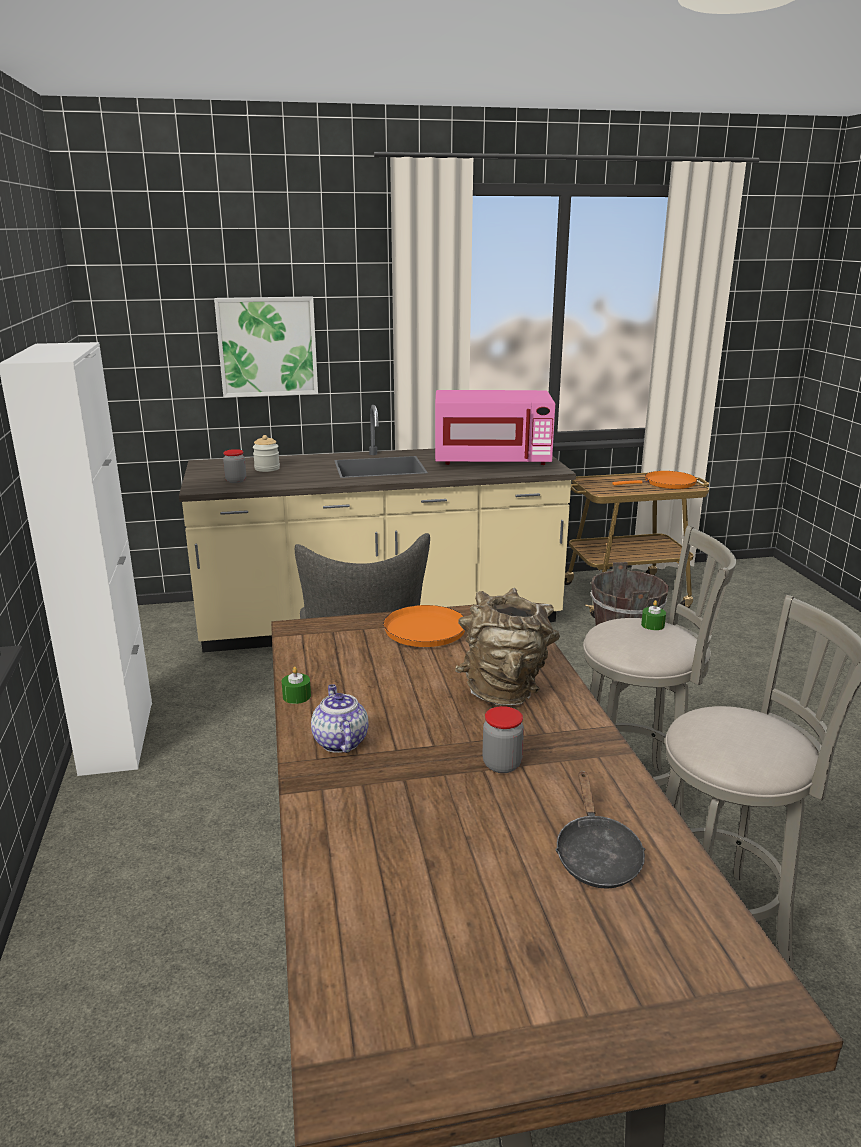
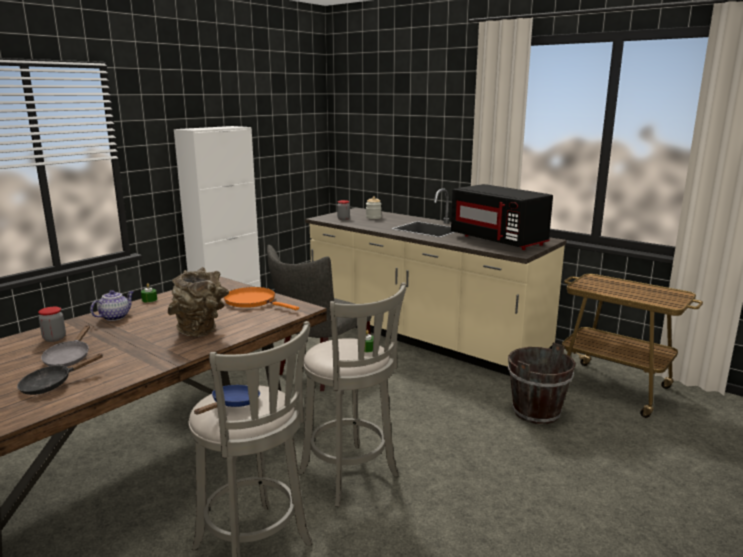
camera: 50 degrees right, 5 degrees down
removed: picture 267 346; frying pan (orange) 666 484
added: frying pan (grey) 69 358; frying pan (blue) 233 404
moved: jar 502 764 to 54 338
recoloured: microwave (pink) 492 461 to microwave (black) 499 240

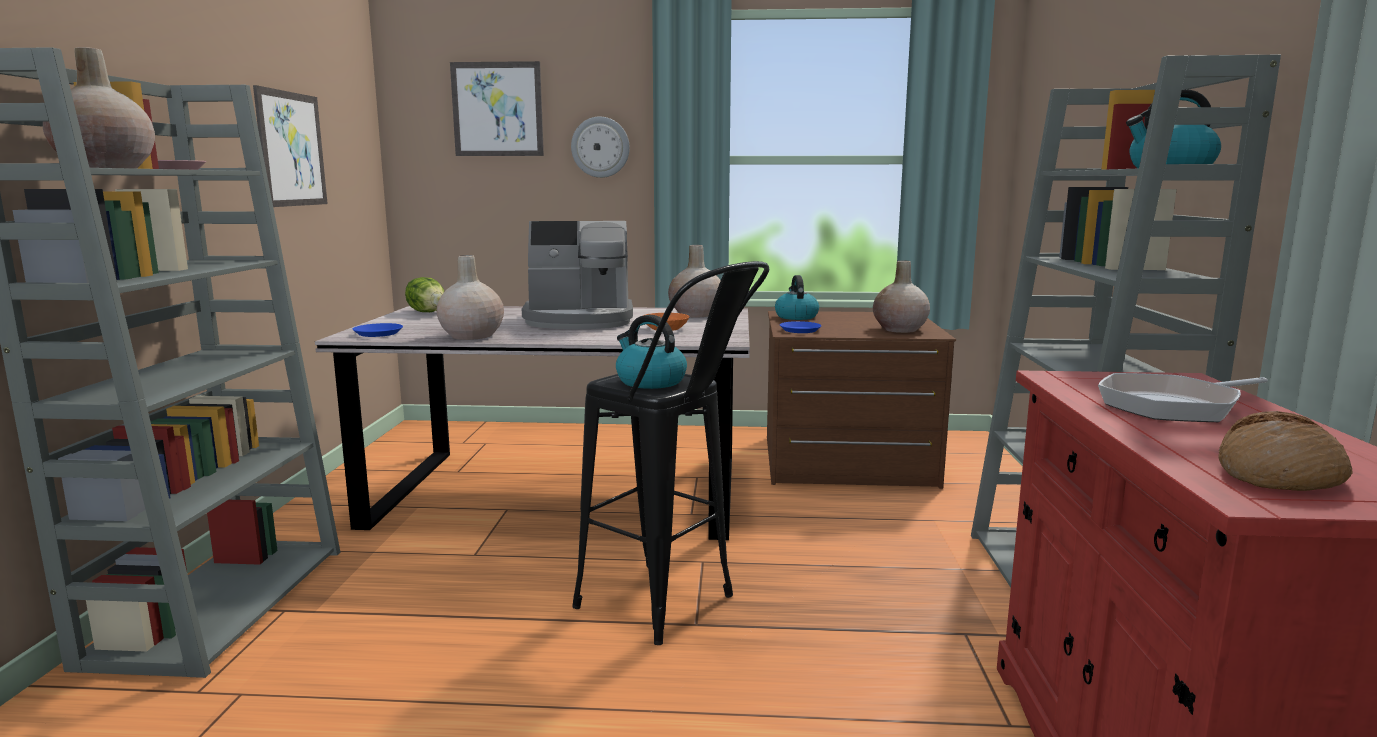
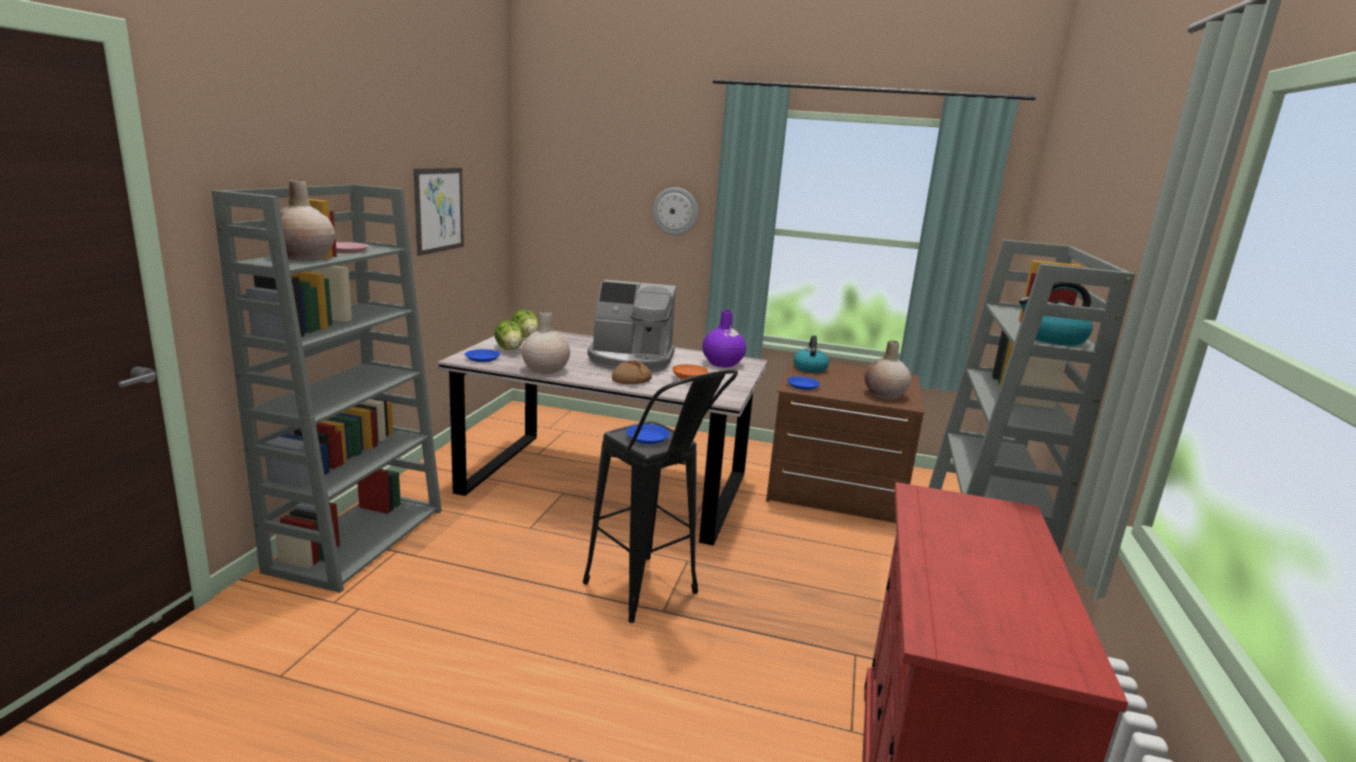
camera: 10 degrees right, 5 degrees up
removed: picture 497 109; frying pan 1174 406
added: lettuce 510 349
moved: bread 1279 475 to 631 380
replaced: kettle 649 381 to plate (blue) 647 437
recoloured: vase (beige) 696 314 to vase (purple) 722 363

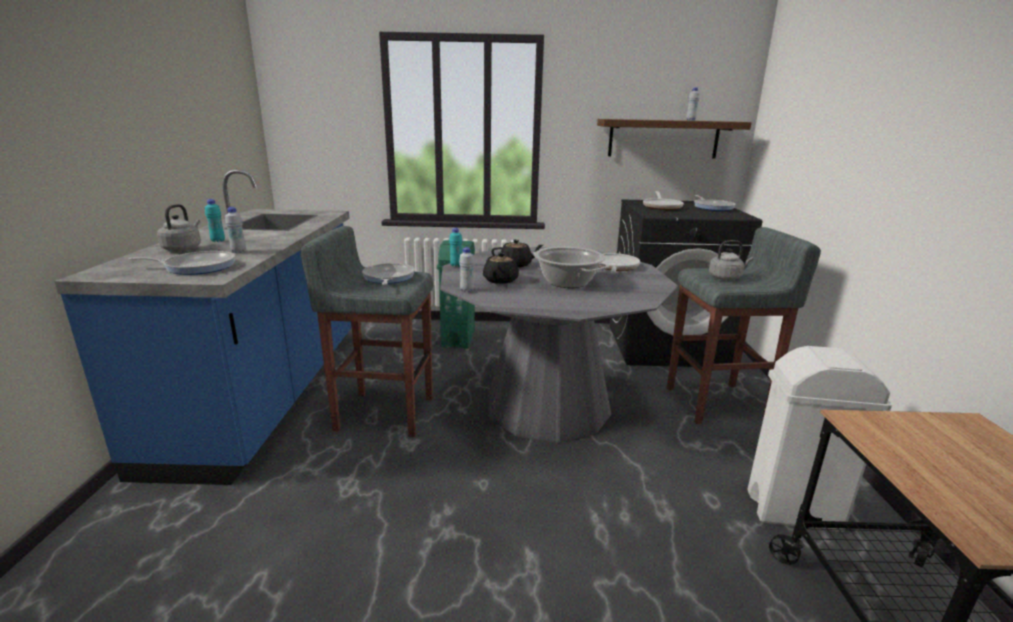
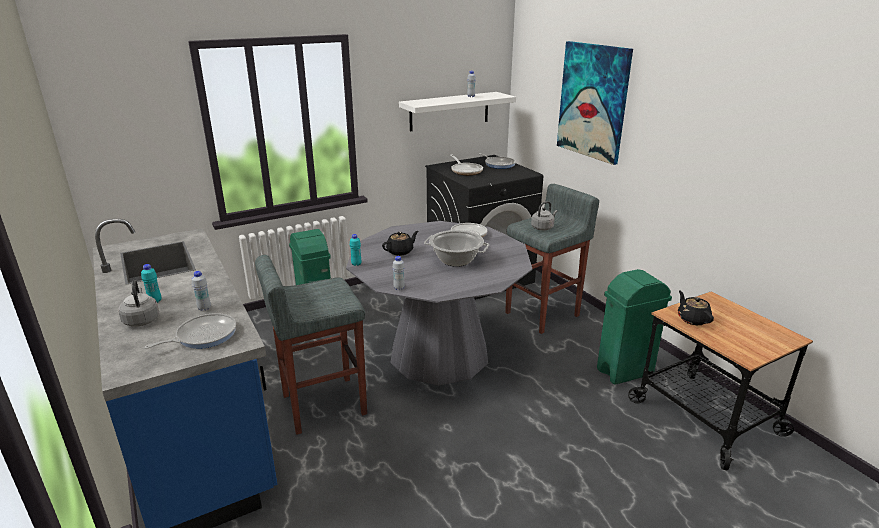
camera: 30 degrees left, 5 degrees up
removed: frying pan 388 278
added: picture 593 101
moved: teapot (black) 501 280 to 692 319
recoloured: shelf (brown) 663 139 to shelf (white) 449 111; trash can (white) 791 510 to trash can (green) 624 371

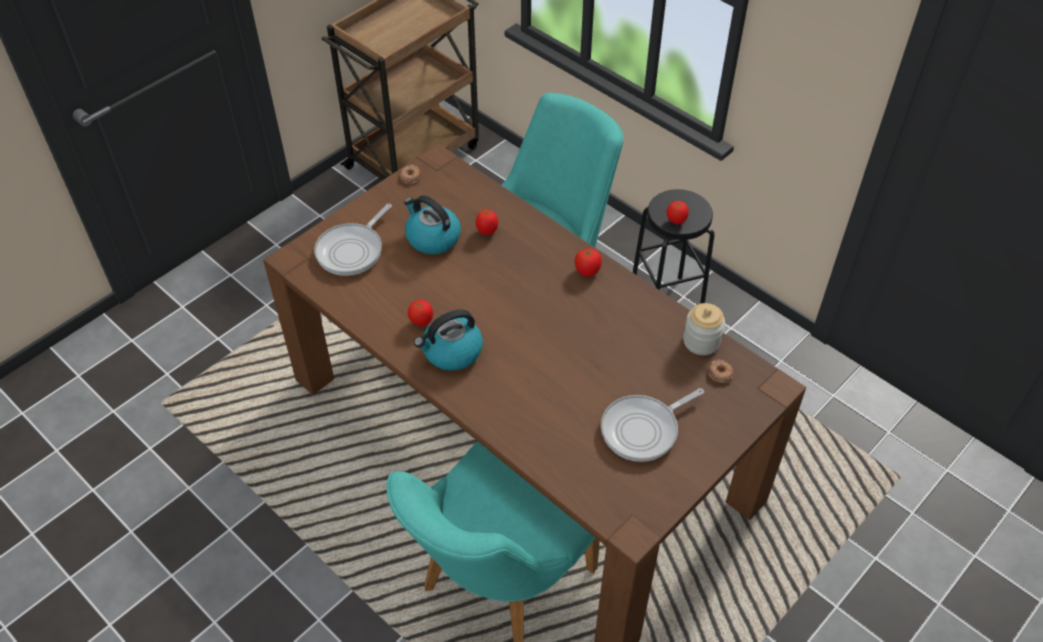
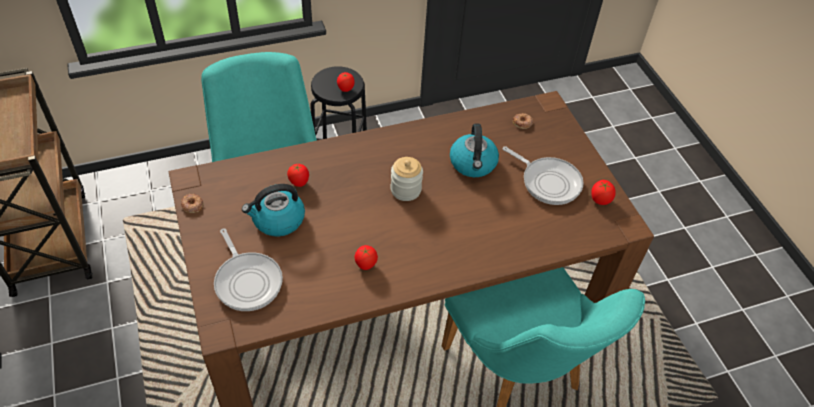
camera: 65 degrees left, 0 degrees up
moved: kettle 451 352 to 473 164; tomato 587 271 to 600 199; jar 701 341 to 405 190
turned: frying pan 643 429 = 548 182 45 degrees counterclockwise

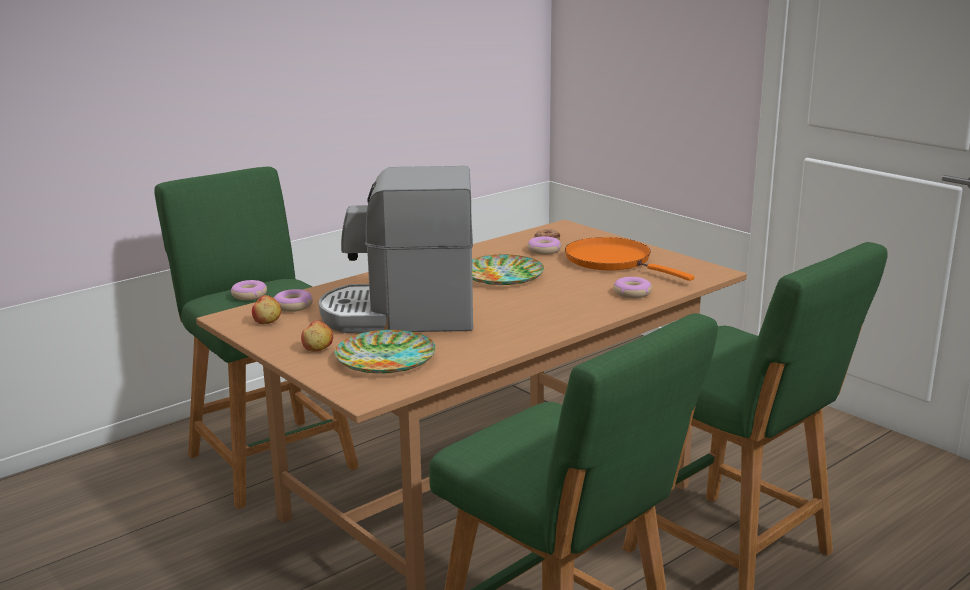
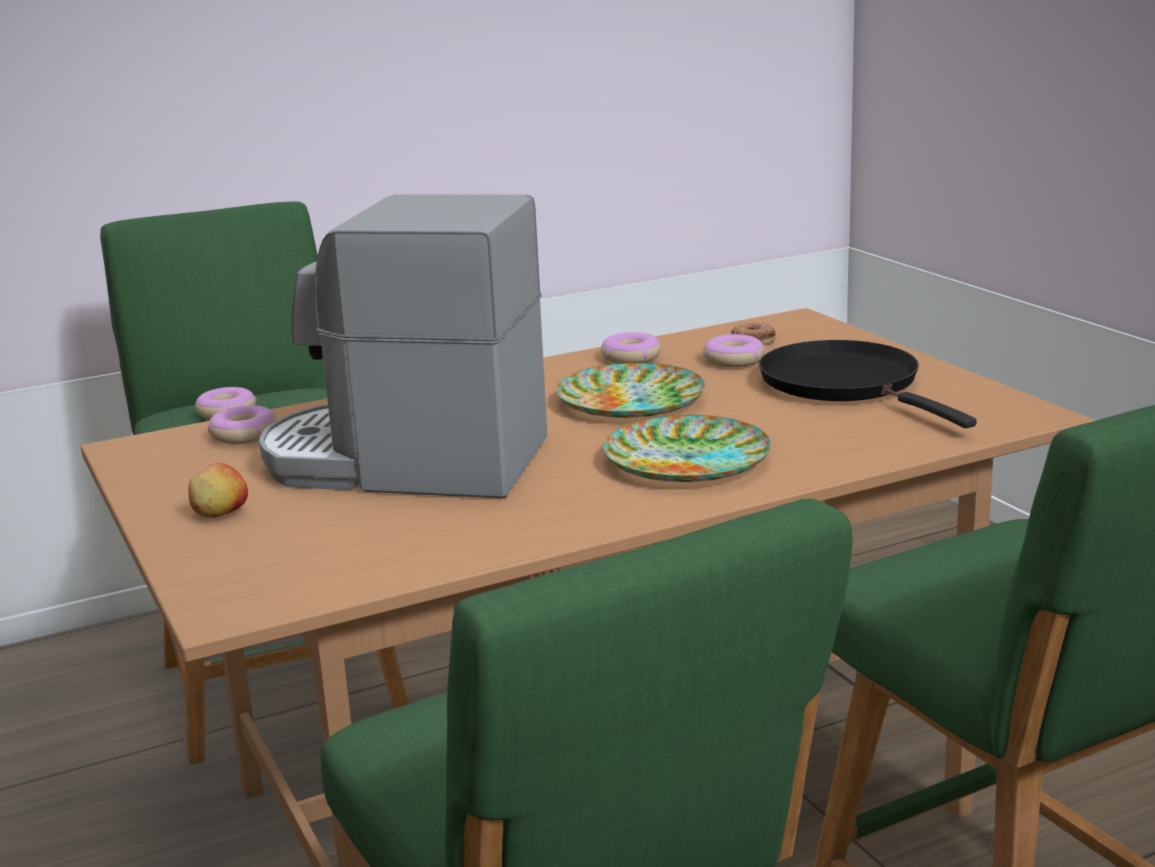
camera: 15 degrees right, 0 degrees up
removed: apple 267 322
moved: plate 385 358 to 687 460; donut 632 293 to 631 357
recoloured: frying pan (orange) 613 261 to frying pan (black) 846 384

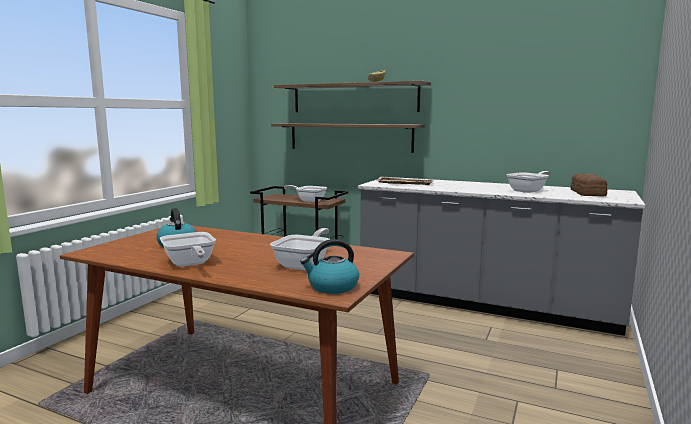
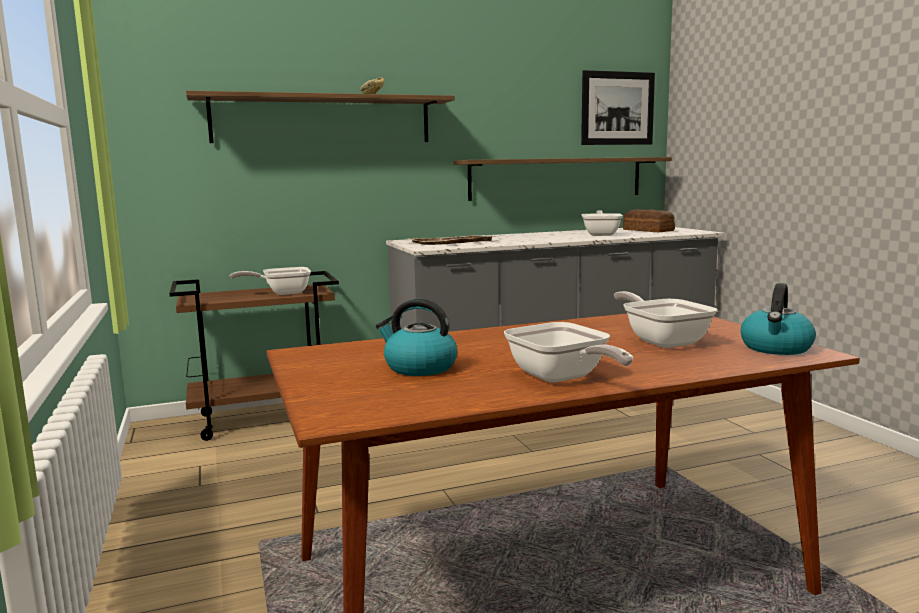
camera: 45 degrees left, 0 degrees up
added: picture 617 108
moved: shelf 350 137 to 556 178
turned: frying pan 189 264 = 561 378 45 degrees clockwise

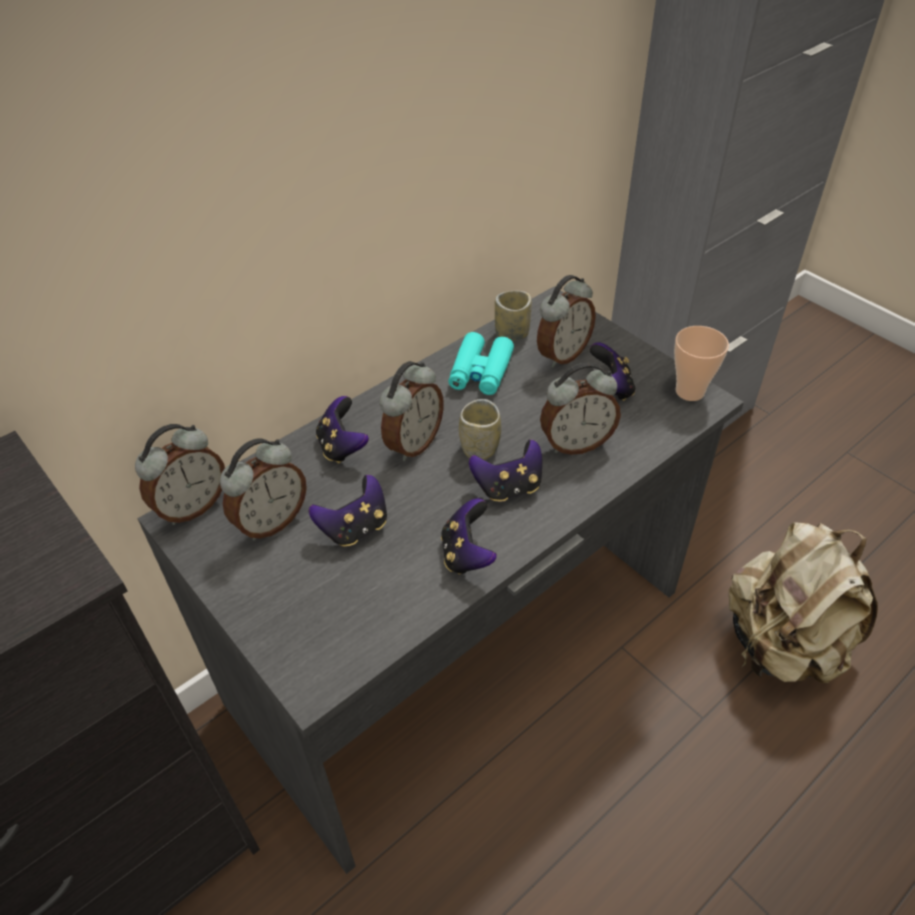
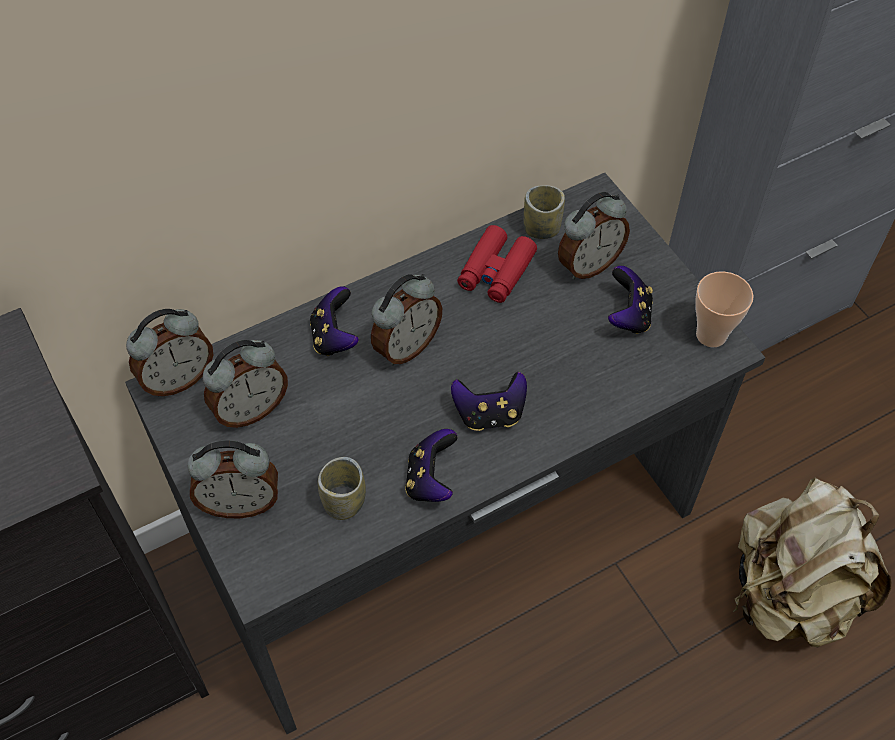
camera: 10 degrees right, 10 degrees up
removed: game controller 355 528
moved: cup 480 448 to 344 502; alarm clock 576 443 to 241 502
recoloured: binoculars (turquoise) 480 372 to binoculars (red) 496 271

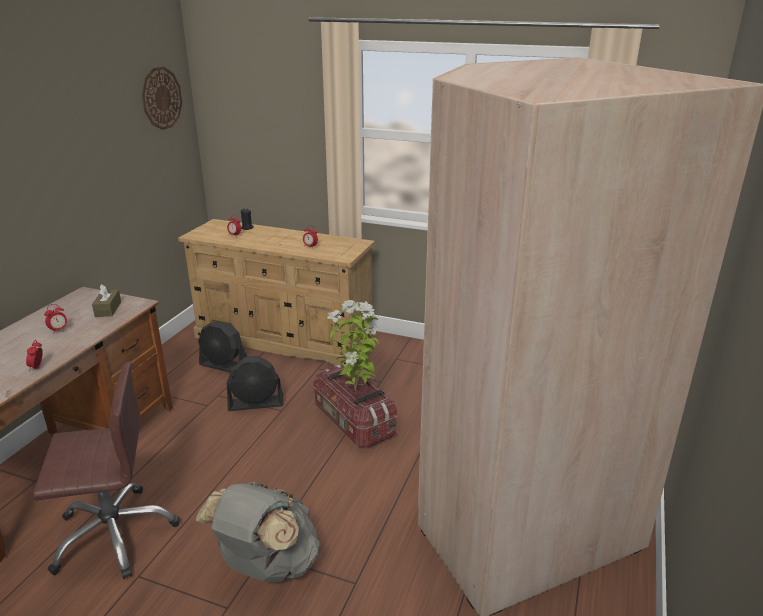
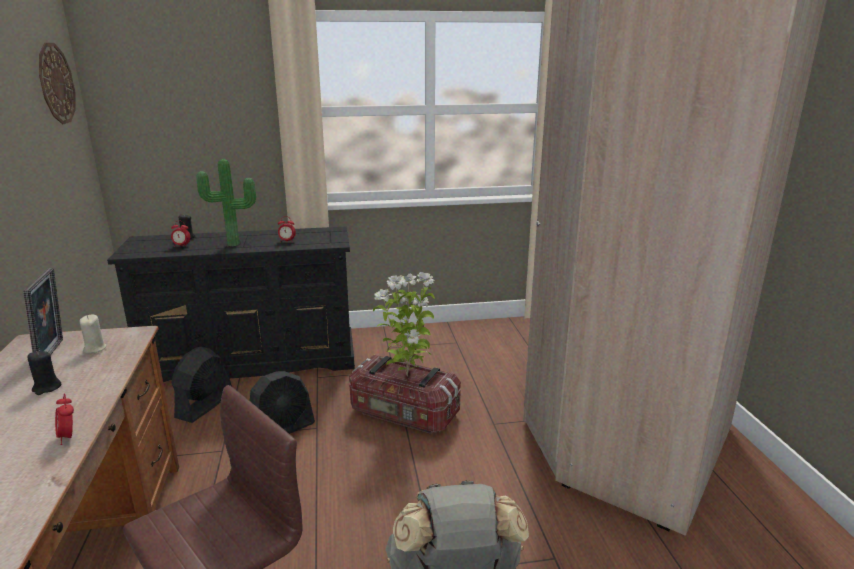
camera: 30 degrees left, 5 degrees down
added: picture frame 54 353; potted plant 234 245
replaced: alarm clock 59 330 to candle (black) 46 388; tissue box (brown) 108 309 to candle (beige) 94 348
recoloured: dresser (beige) 285 339 to dresser (black) 253 360
turned: fan (black) 224 366 = 204 405 120 degrees clockwise

